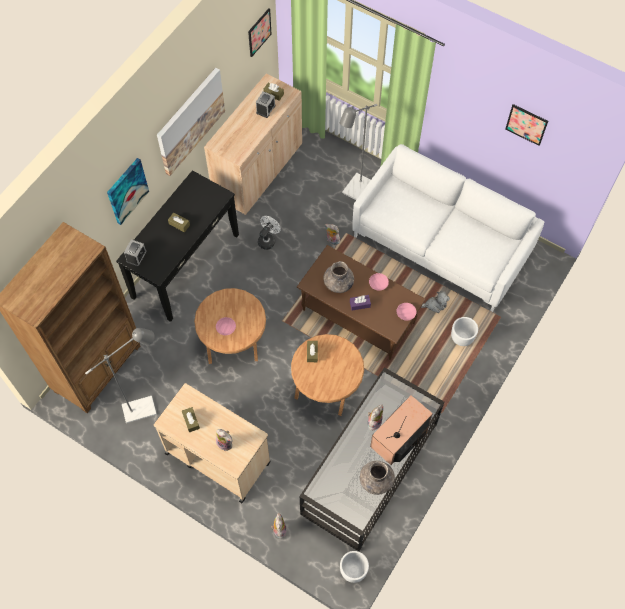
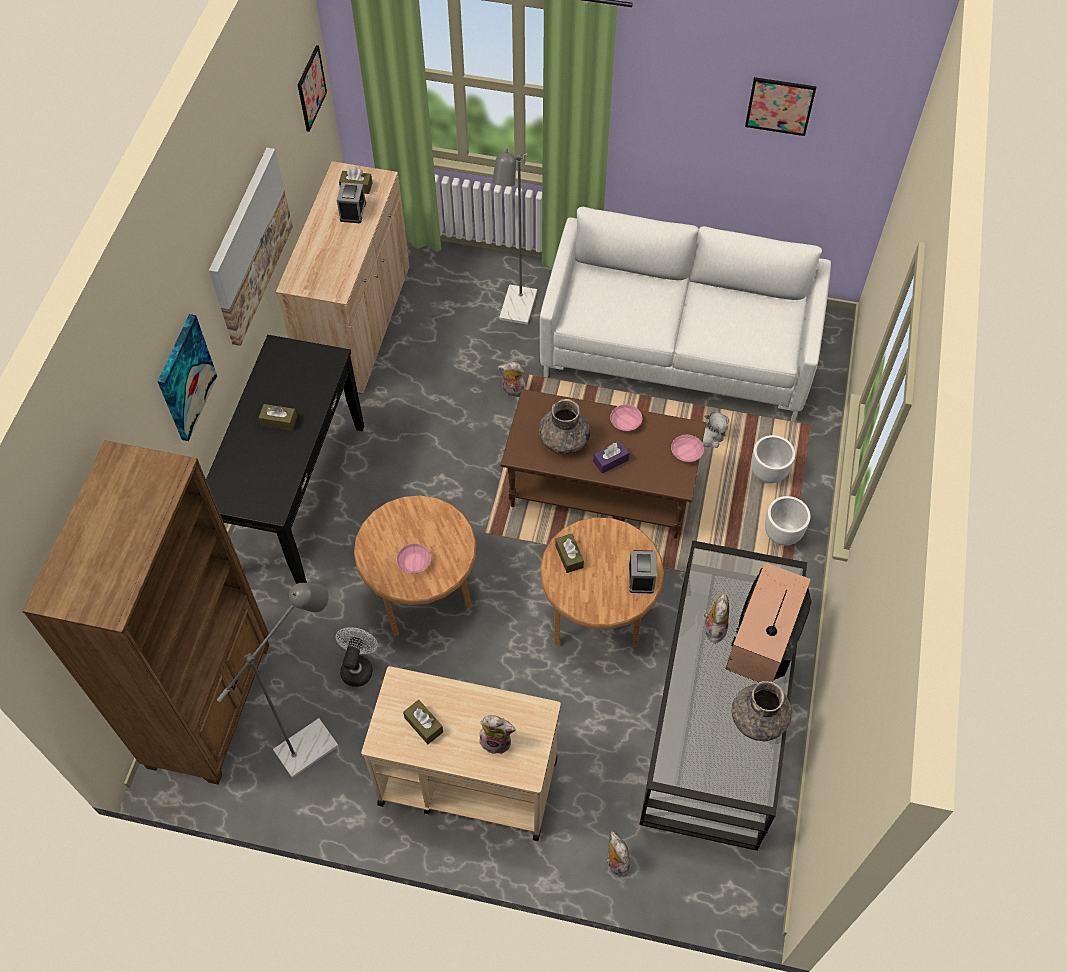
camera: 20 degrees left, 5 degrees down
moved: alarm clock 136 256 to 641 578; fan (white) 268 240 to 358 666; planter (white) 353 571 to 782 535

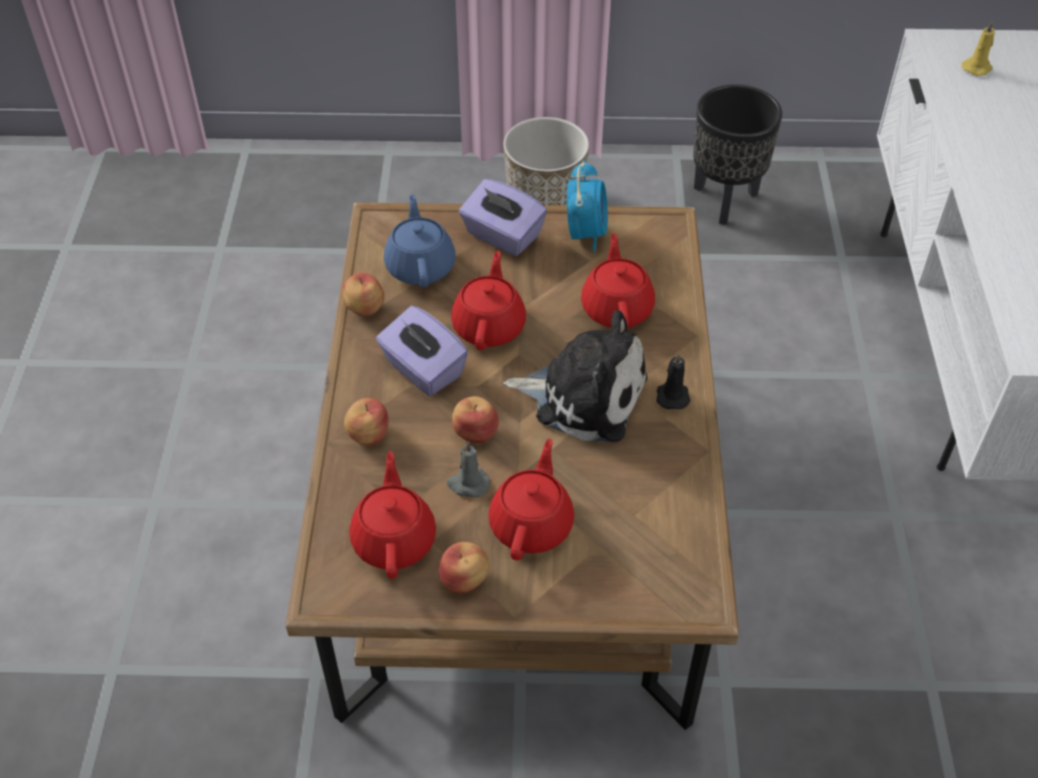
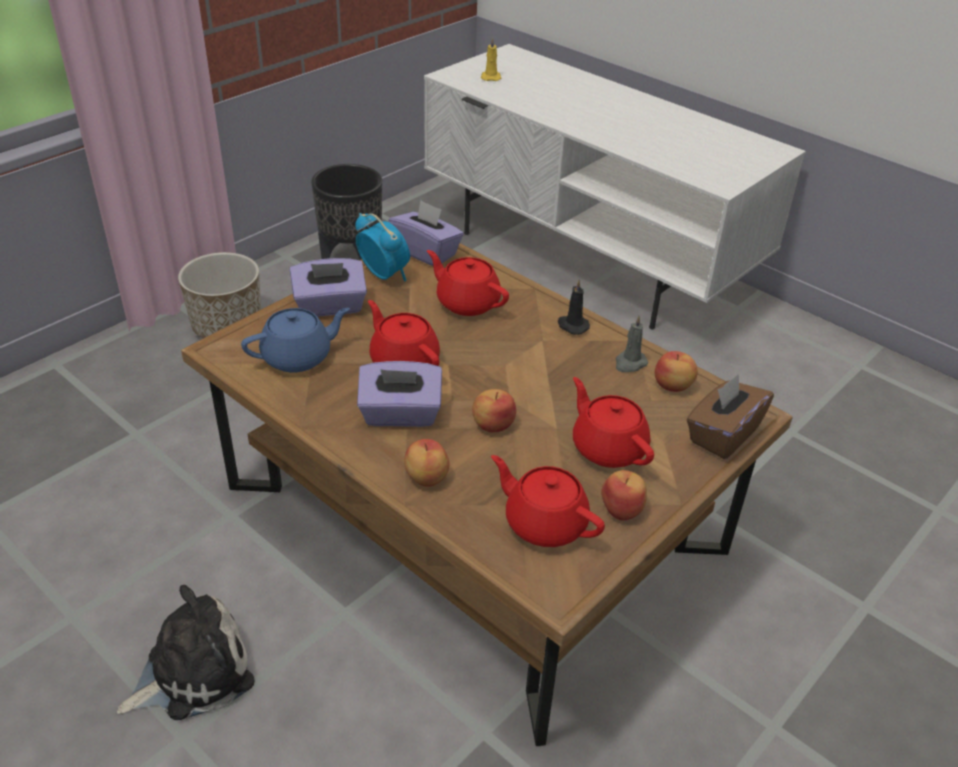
camera: 50 degrees left, 10 degrees down
added: tissue box (purple) 426 252; tissue box (brown) 723 434
moved: apple 364 308 to 673 386; candle (grey) 468 484 to 629 363; plush toy 584 395 to 193 672
turned: teapot (blue) 420 266 = 298 357 120 degrees clockwise

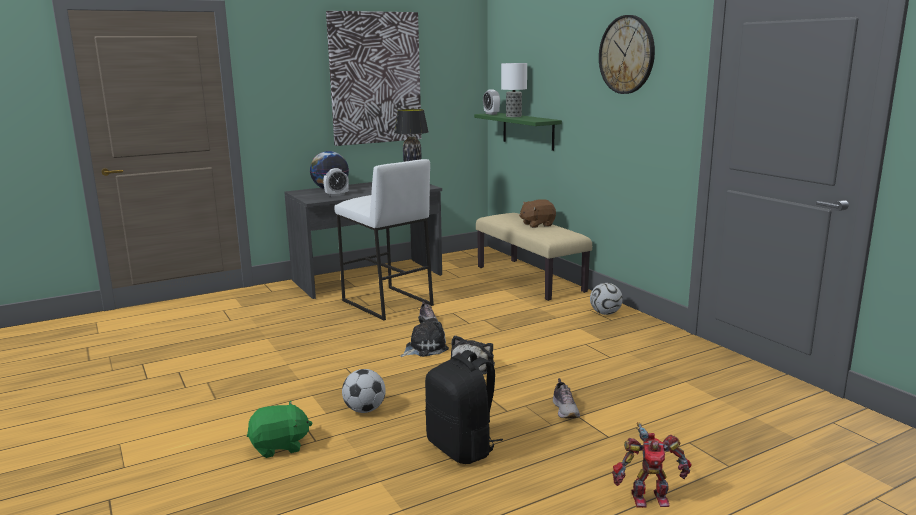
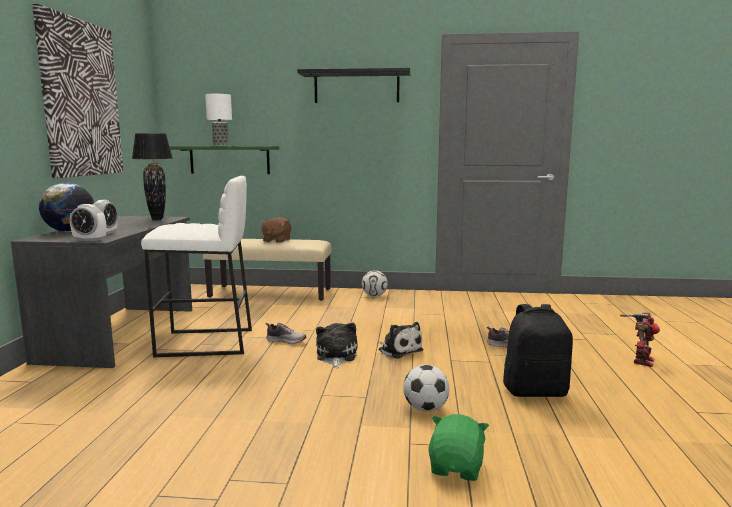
camera: 55 degrees left, 5 degrees down
moved: alarm clock 491 114 to 89 240
replaced: wall clock 627 54 to shelf (black) 356 87

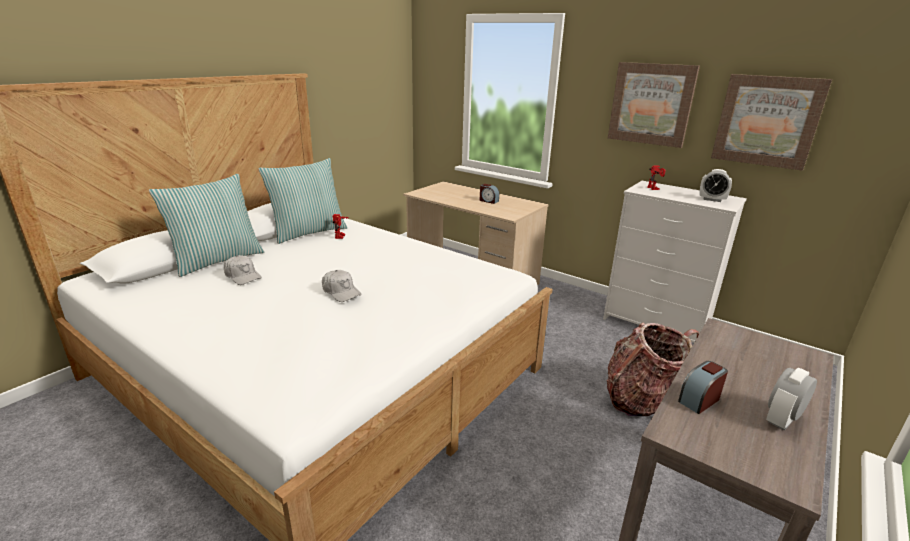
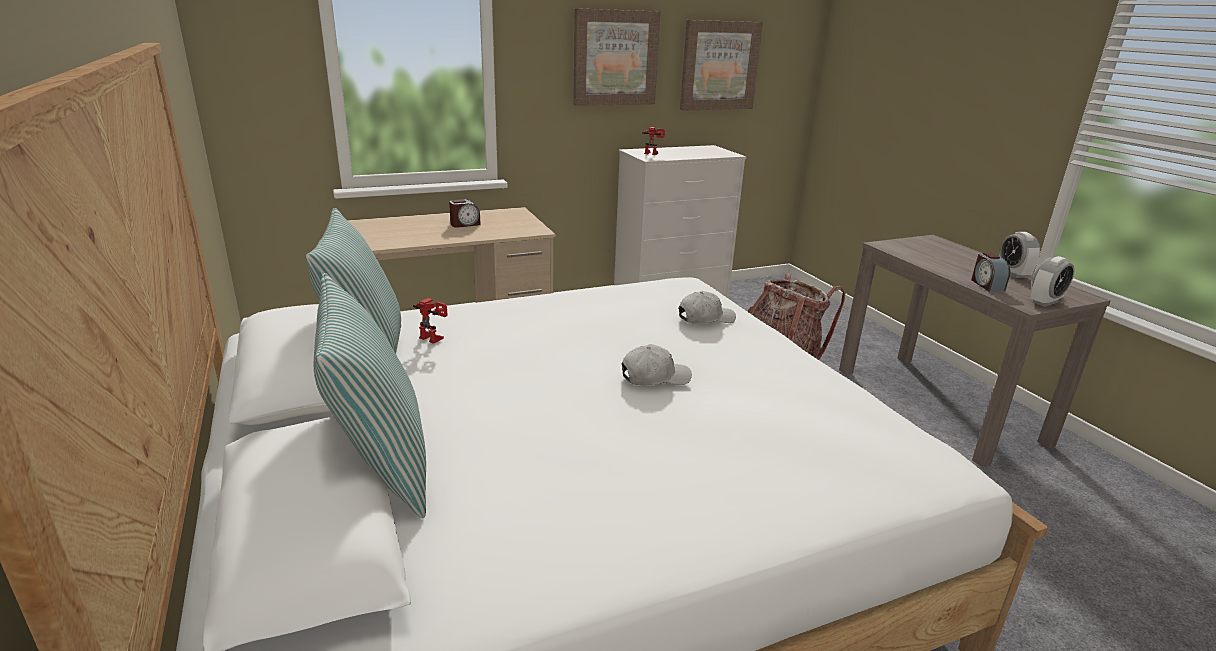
camera: 60 degrees left, 0 degrees up
moved: cap (white) 243 276 to 705 318; alarm clock 712 200 to 1045 302

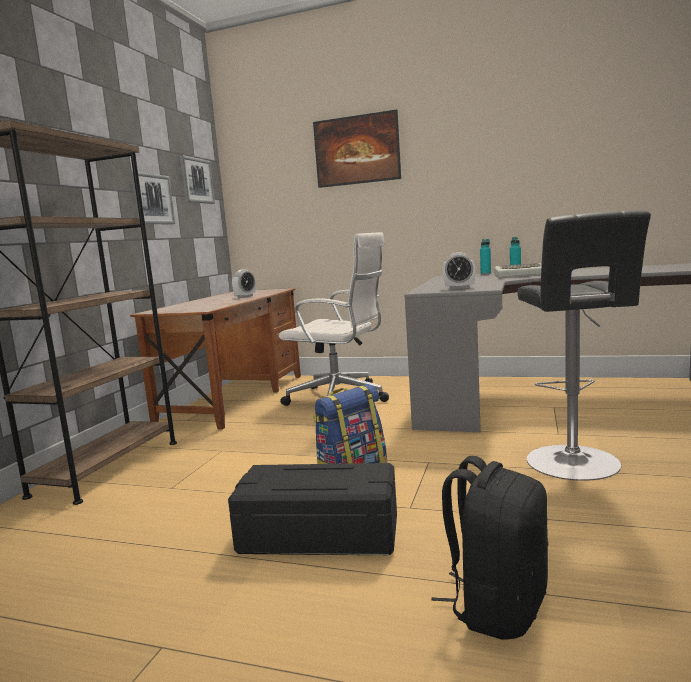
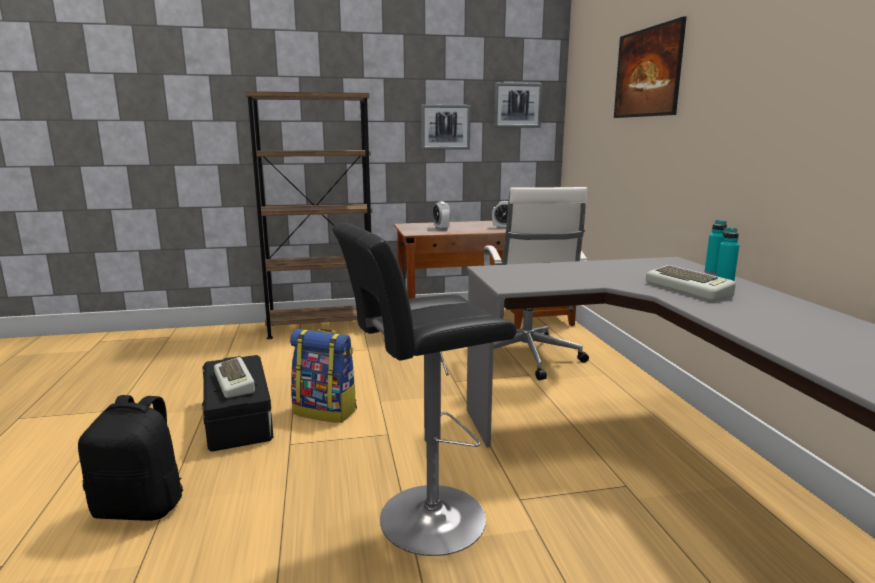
camera: 60 degrees right, 5 degrees up
added: keyboard 236 383
moved: alarm clock 459 288 to 441 229

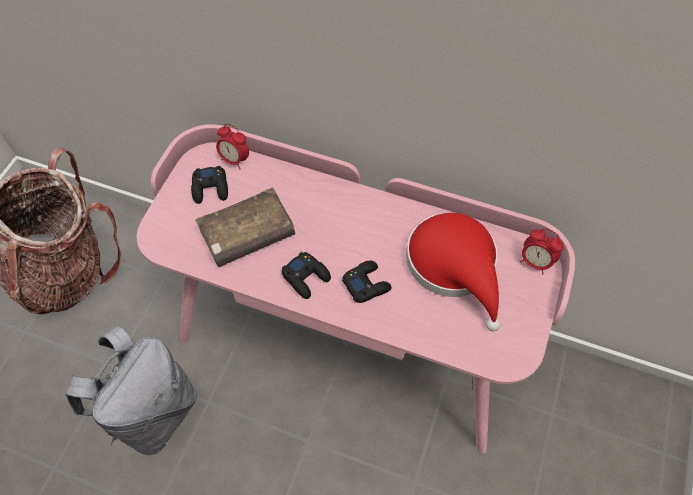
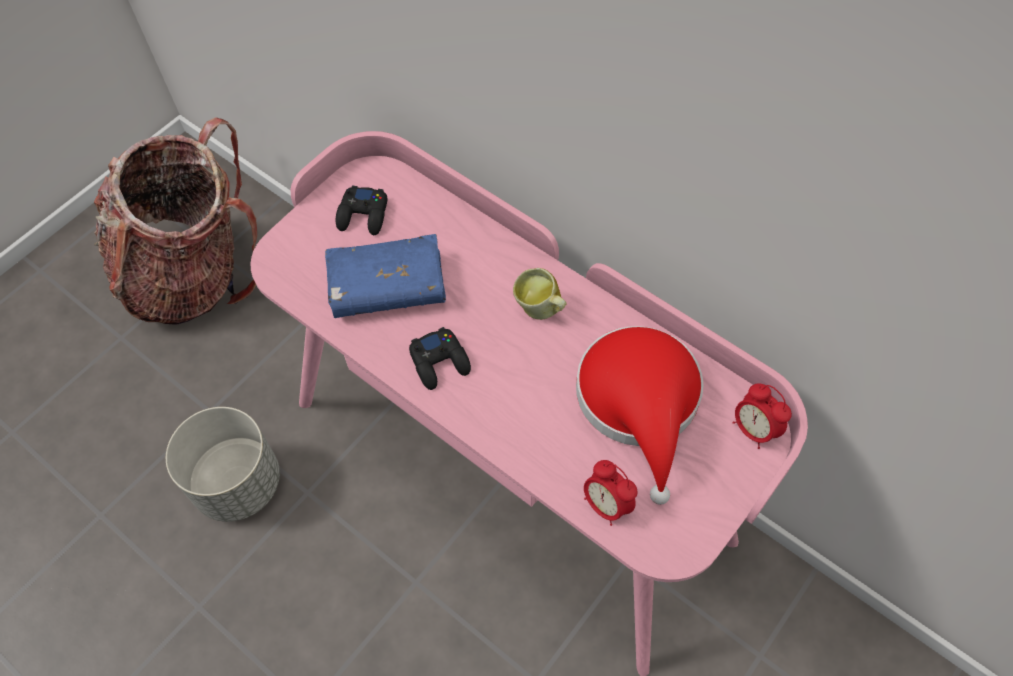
camera: 20 degrees right, 0 degrees up
removed: game controller (black) 366 284
added: mug 541 311
moved: alarm clock 235 160 to 606 504
replaced: backpack (grey) 153 411 to planter (grey) 238 482
recoloured: book (brown) 248 234 to book (blue) 387 287

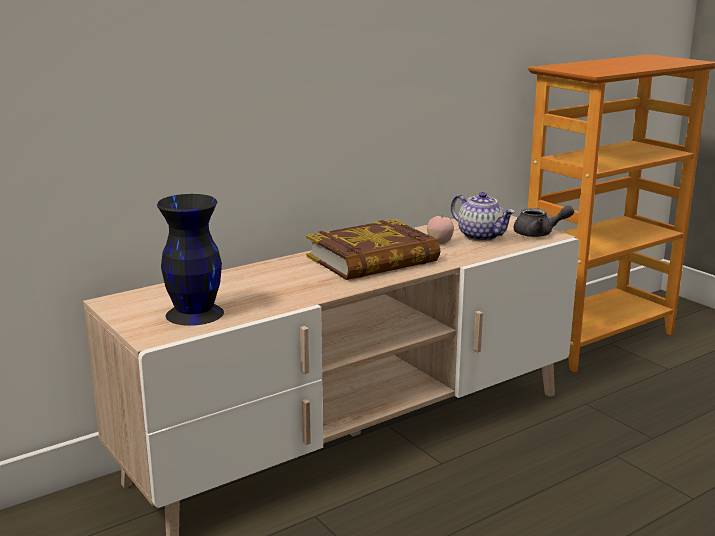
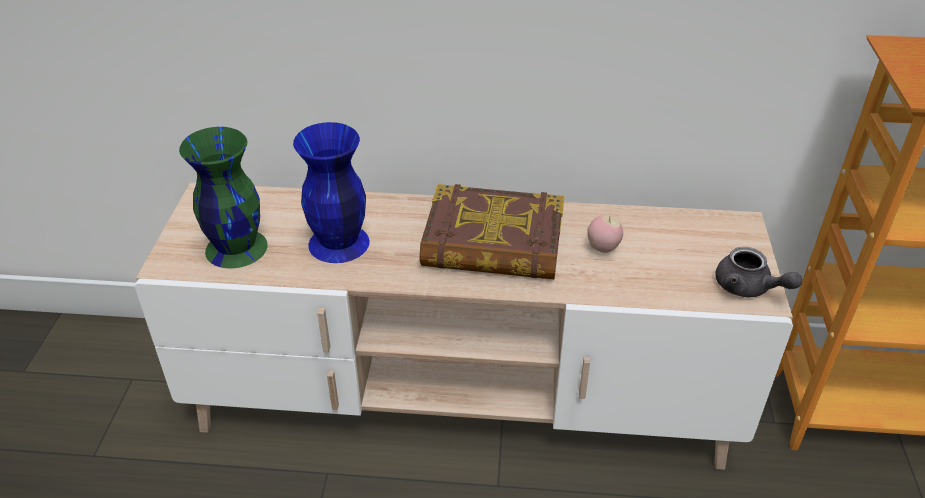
camera: 40 degrees right, 20 degrees up
removed: teapot 481 236
added: vase (blue) 337 243
recoloured: vase (black) 193 314 to vase (green) 235 247

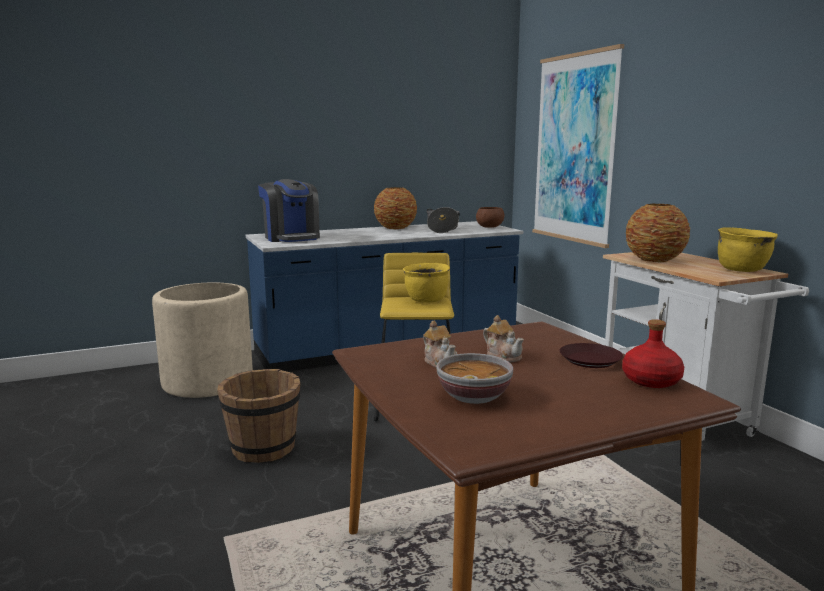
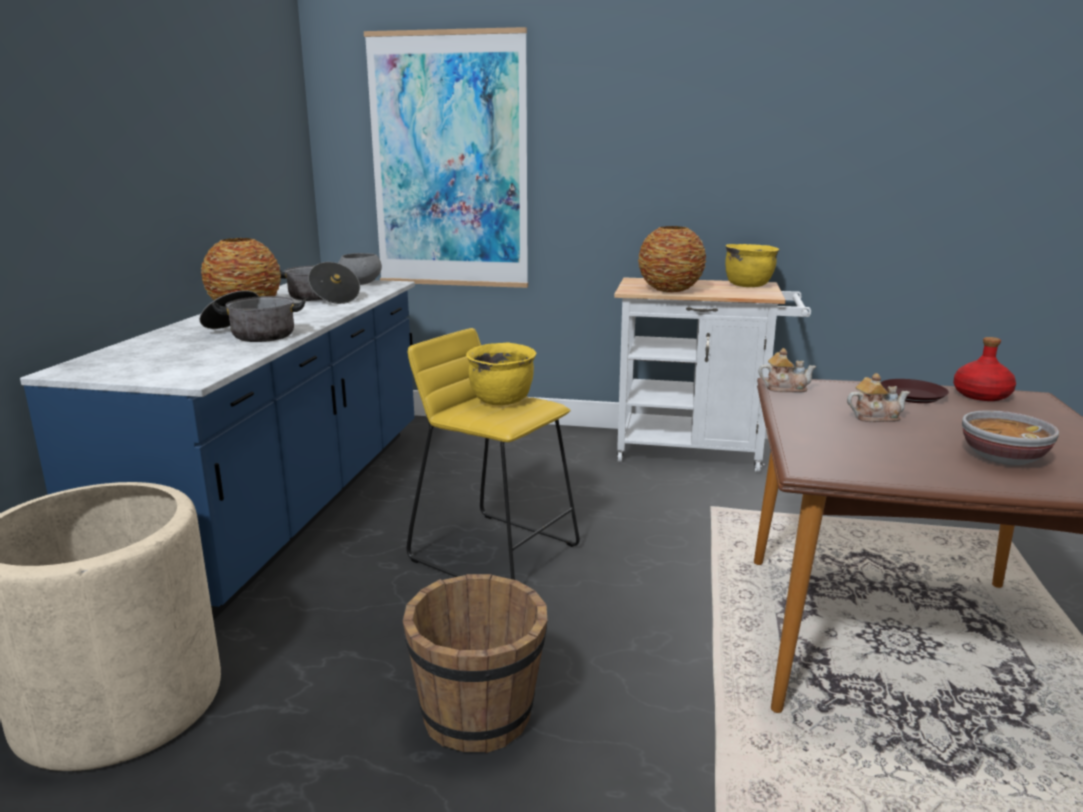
camera: 55 degrees left, 5 degrees up
removed: coffee machine 291 238
added: cooking pot 252 334
moved: teapot 440 362 to 785 388
recoloured: bowl (brown) 489 227 to bowl (grey) 361 284

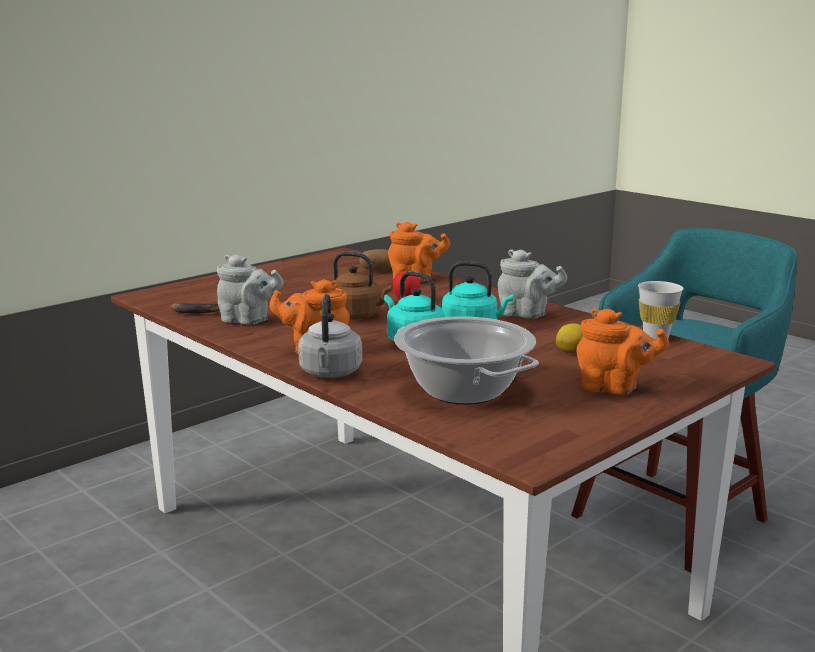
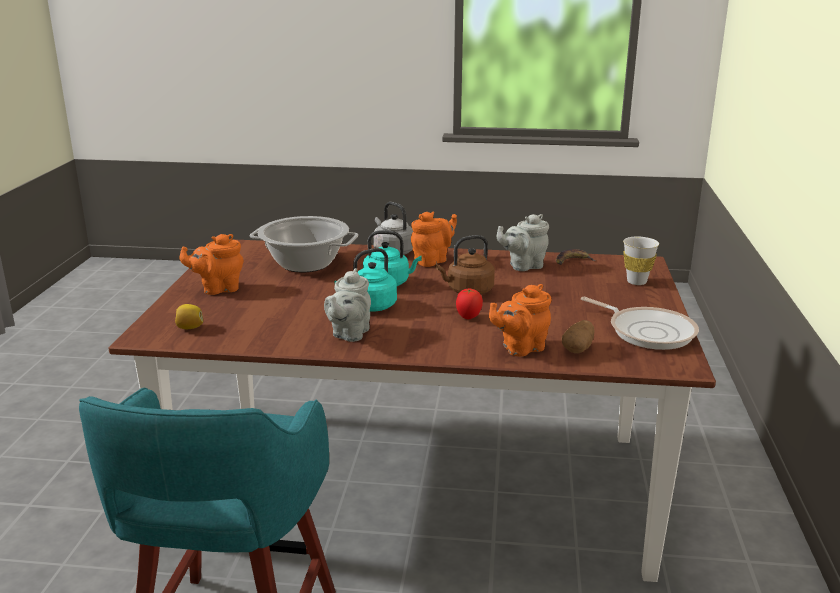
camera: 140 degrees right, 5 degrees up
added: frying pan 647 331
moved: lemon 571 352 to 190 328; cup (white) 656 338 to 636 282
turned: teapot (grey) 527 314 = 349 334 60 degrees counterclockwise

